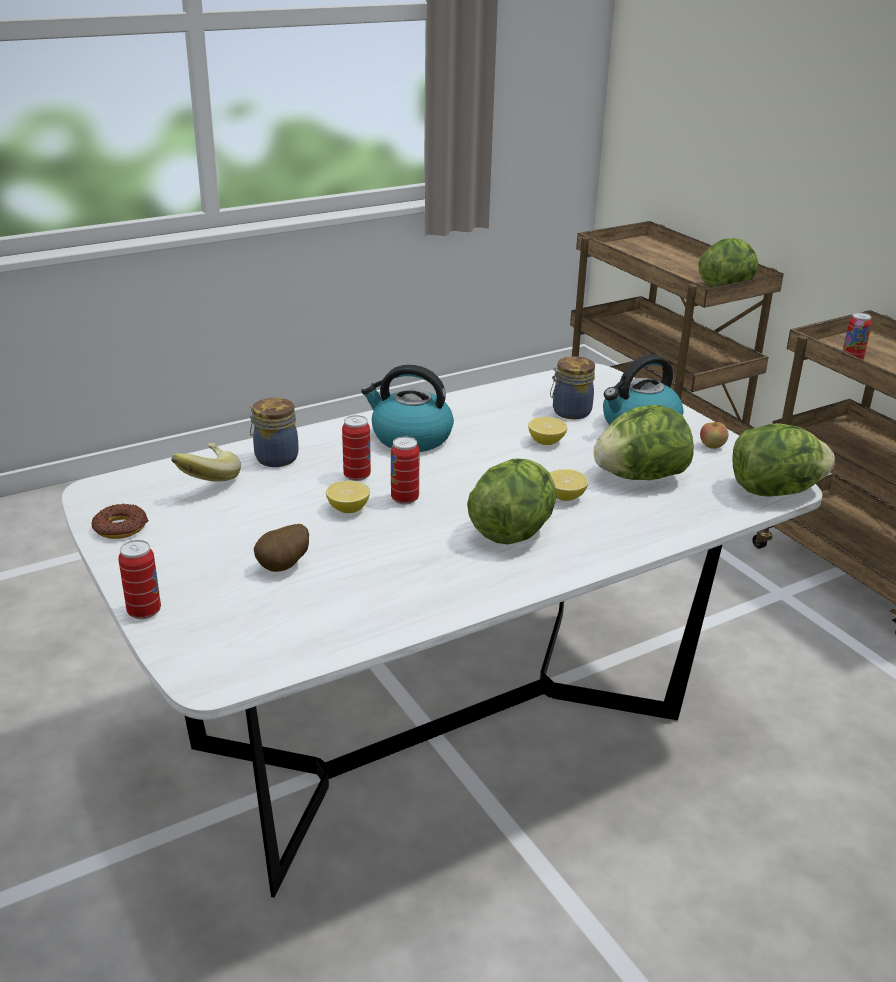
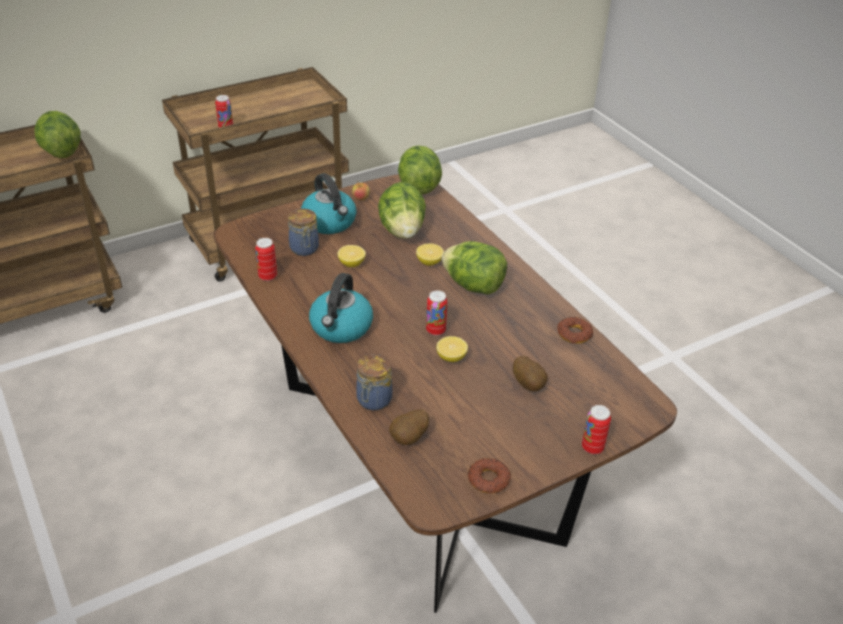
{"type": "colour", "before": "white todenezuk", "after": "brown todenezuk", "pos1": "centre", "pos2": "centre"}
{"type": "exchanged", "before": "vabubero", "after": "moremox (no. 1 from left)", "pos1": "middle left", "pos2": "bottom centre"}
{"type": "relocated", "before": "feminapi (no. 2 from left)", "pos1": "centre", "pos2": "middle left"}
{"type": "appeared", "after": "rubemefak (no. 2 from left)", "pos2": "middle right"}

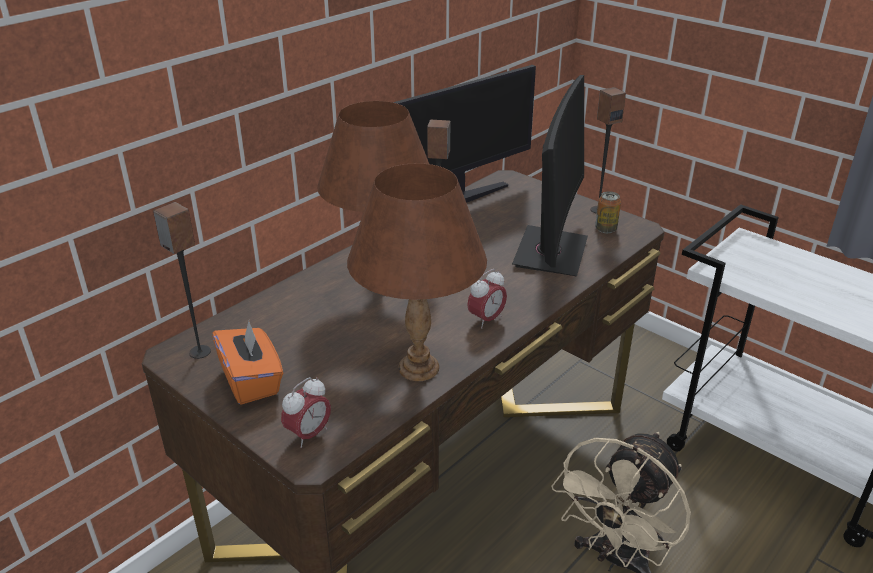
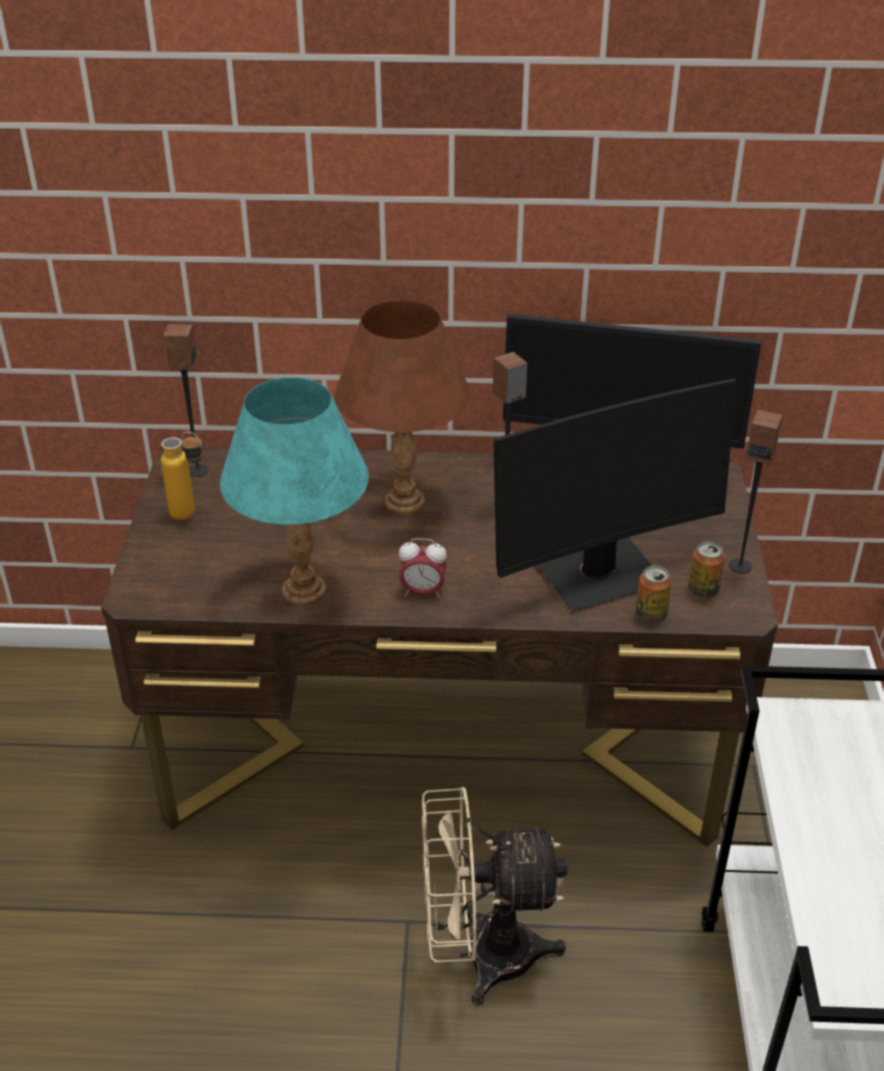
{"type": "exchanged", "before": "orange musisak", "after": "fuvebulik", "pos1": "middle left", "pos2": "middle left"}
{"type": "missing", "before": "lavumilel (no. 1 from left)", "pos1": "bottom centre"}
{"type": "colour", "before": "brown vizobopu (no. 2 from left)", "after": "turquoise vizobopu", "pos1": "centre", "pos2": "middle left"}
{"type": "appeared", "after": "feminapi (no. 1 from left)", "pos2": "middle right"}

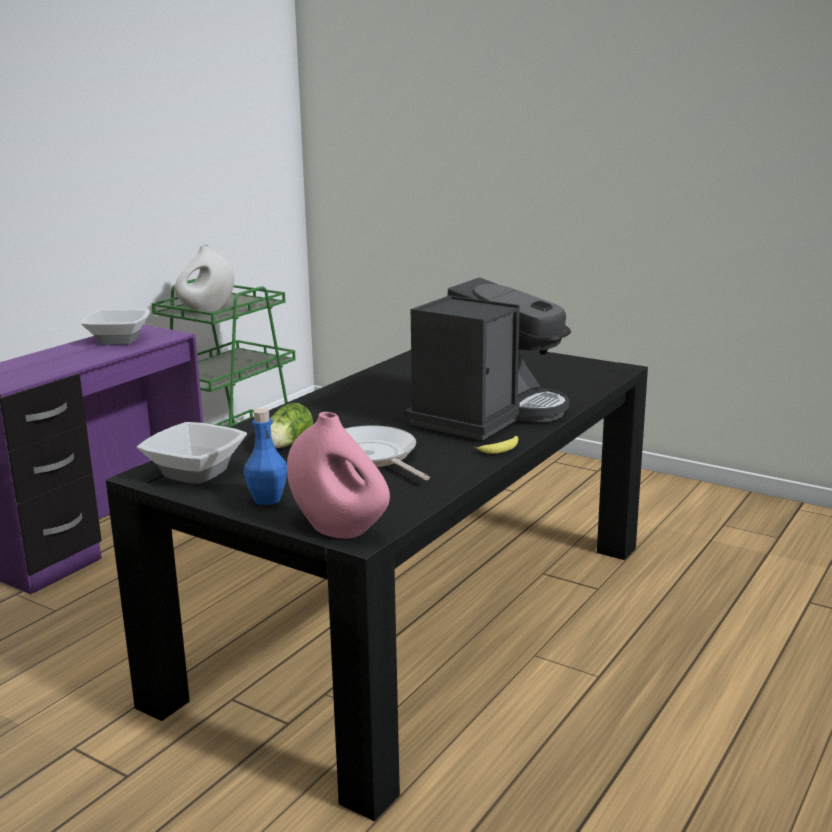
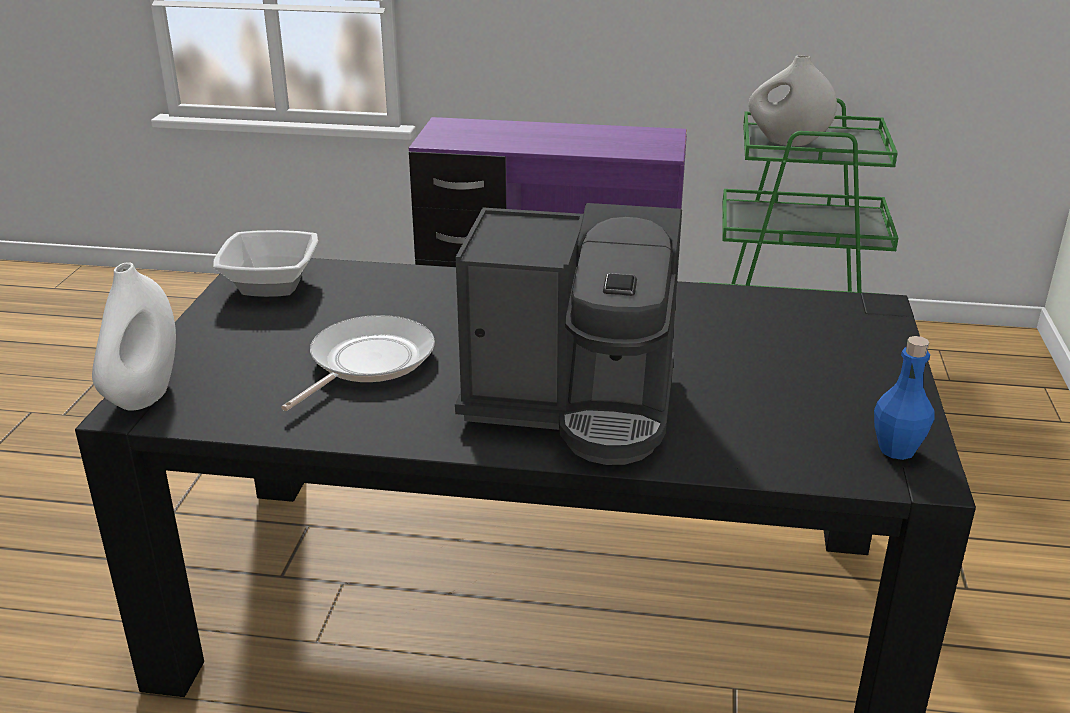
{"type": "missing", "before": "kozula (no. 1 from left)", "pos1": "middle left"}
{"type": "relocated", "before": "blue fuvebulik", "pos1": "middle left", "pos2": "middle right"}
{"type": "missing", "before": "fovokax", "pos1": "centre"}
{"type": "colour", "before": "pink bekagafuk", "after": "white bekagafuk (no. 1 from left)", "pos1": "centre", "pos2": "middle left"}
{"type": "missing", "before": "vabubero", "pos1": "centre"}

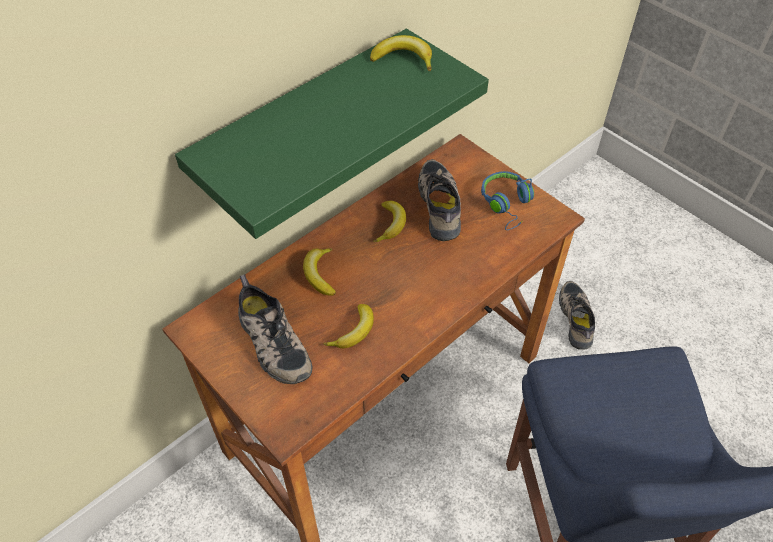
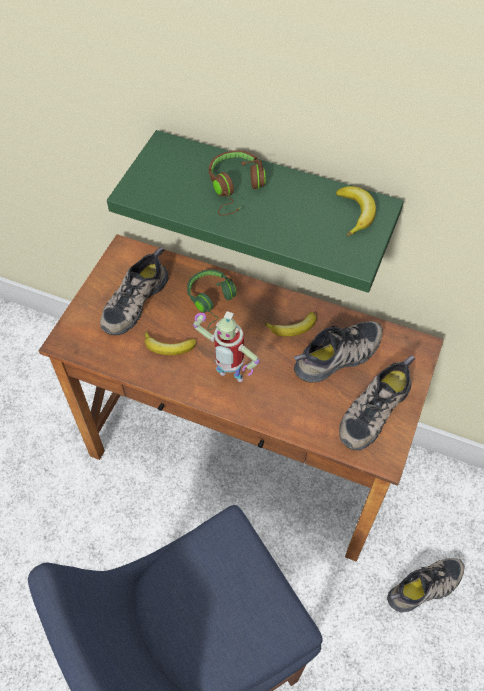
{"type": "exchanged", "before": "vabubero (no. 1 from left)", "after": "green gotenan", "pos1": "centre", "pos2": "centre"}
{"type": "exchanged", "before": "blue gotenan", "after": "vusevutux (no. 3 from left)", "pos1": "centre", "pos2": "middle right"}
{"type": "appeared", "after": "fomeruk", "pos2": "centre"}
{"type": "appeared", "after": "brown gotenan", "pos2": "top centre"}

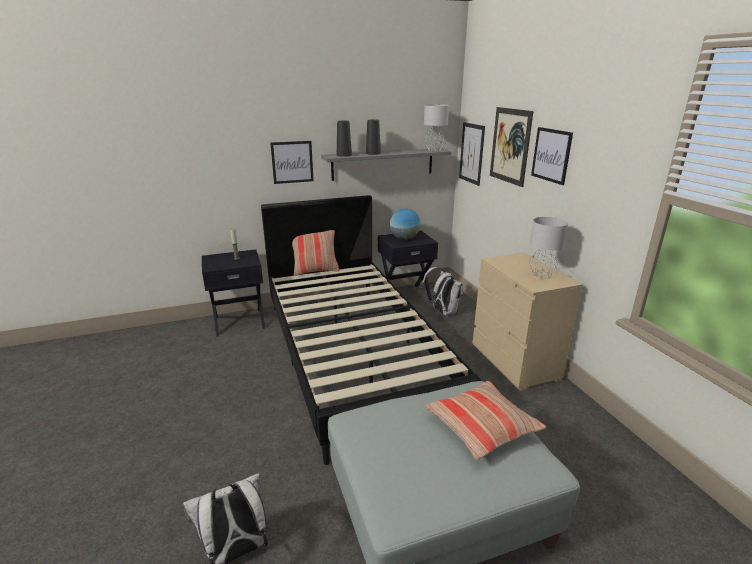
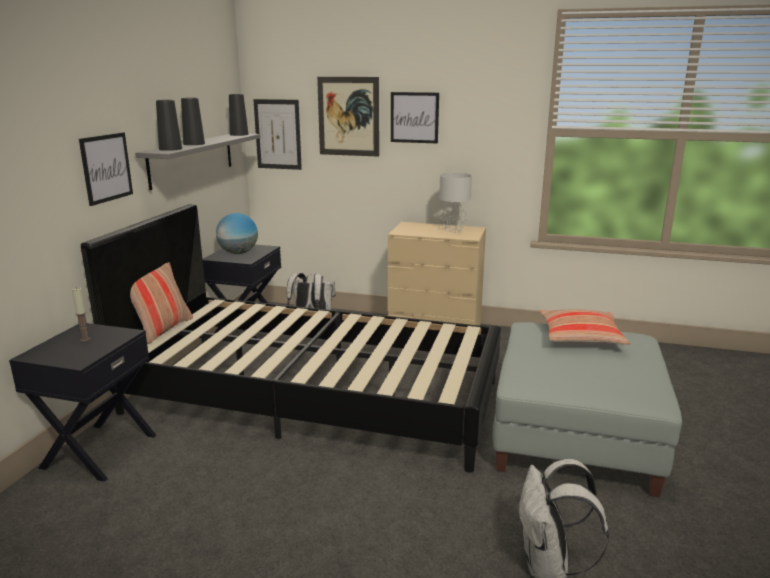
{"type": "exchanged", "before": "grey vizobopu (no. 1 from left)", "after": "black bekagafuk (no. 3 from left)", "pos1": "top centre", "pos2": "top left"}

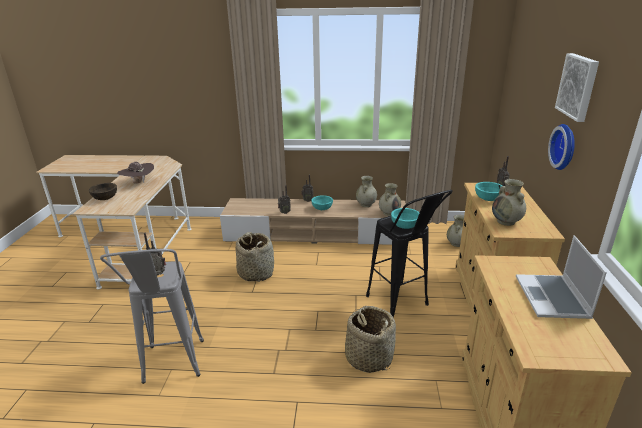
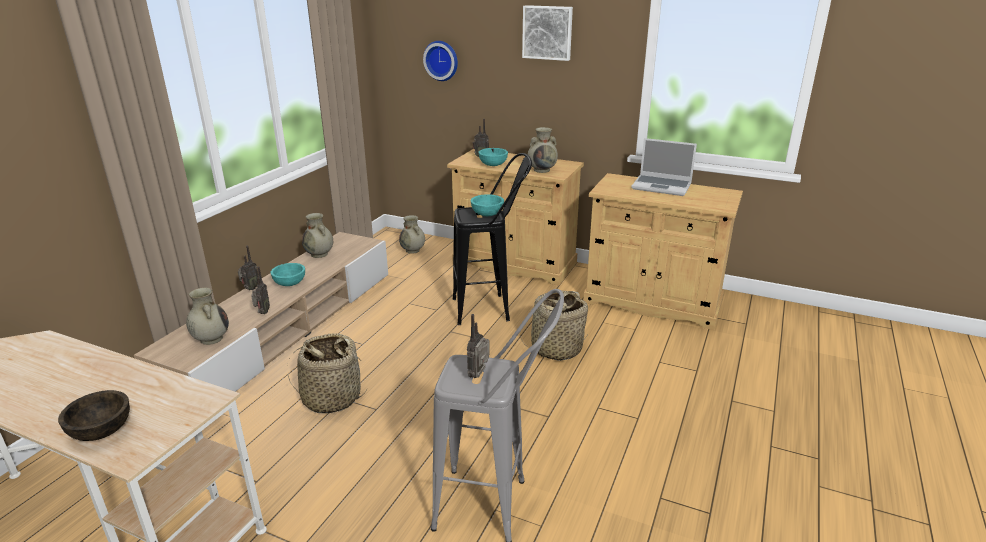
{"type": "missing", "before": "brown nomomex", "pos1": "middle left"}
{"type": "relocated", "before": "beige bekagafuk (no. 2 from left in the first image)", "after": "beige bekagafuk (no. 1 from left)", "pos1": "centre", "pos2": "middle left"}
{"type": "relocated", "before": "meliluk", "pos1": "middle right", "pos2": "top centre"}

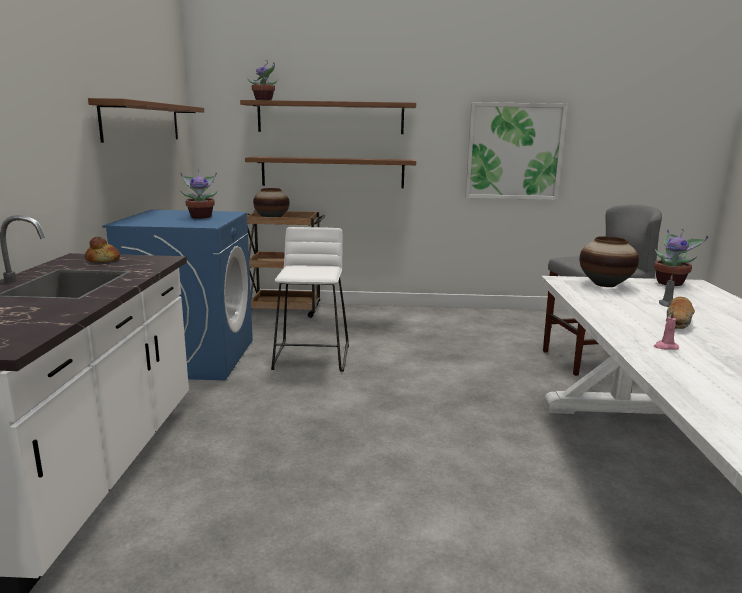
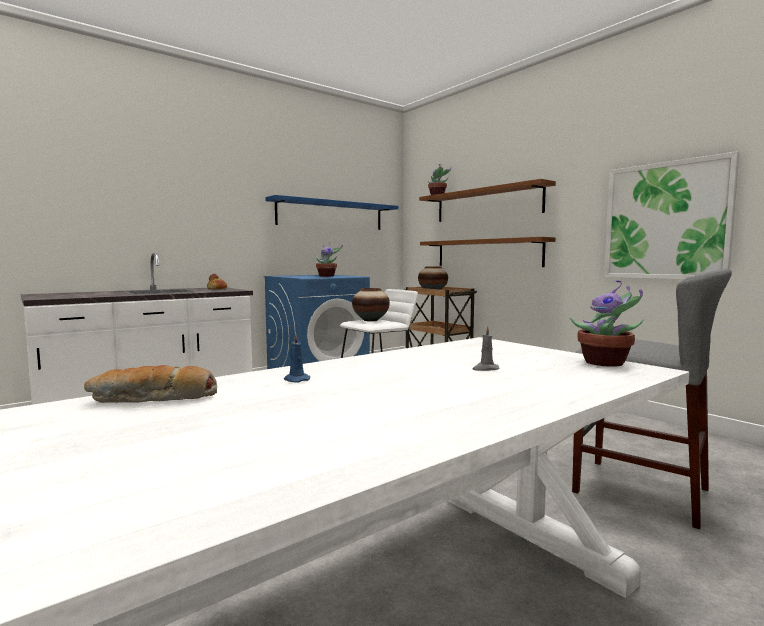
{"type": "colour", "before": "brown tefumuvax (no. 1 from left)", "after": "blue tefumuvax", "pos1": "top left", "pos2": "centre"}
{"type": "relocated", "before": "bekagafuk (no. 2 from left in the first image)", "after": "bekagafuk (no. 1 from left)", "pos1": "middle right", "pos2": "centre"}
{"type": "colour", "before": "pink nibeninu", "after": "blue nibeninu", "pos1": "middle right", "pos2": "centre"}
{"type": "relocated", "before": "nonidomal (no. 2 from left in the first image)", "after": "nonidomal (no. 1 from left)", "pos1": "middle right", "pos2": "middle left"}

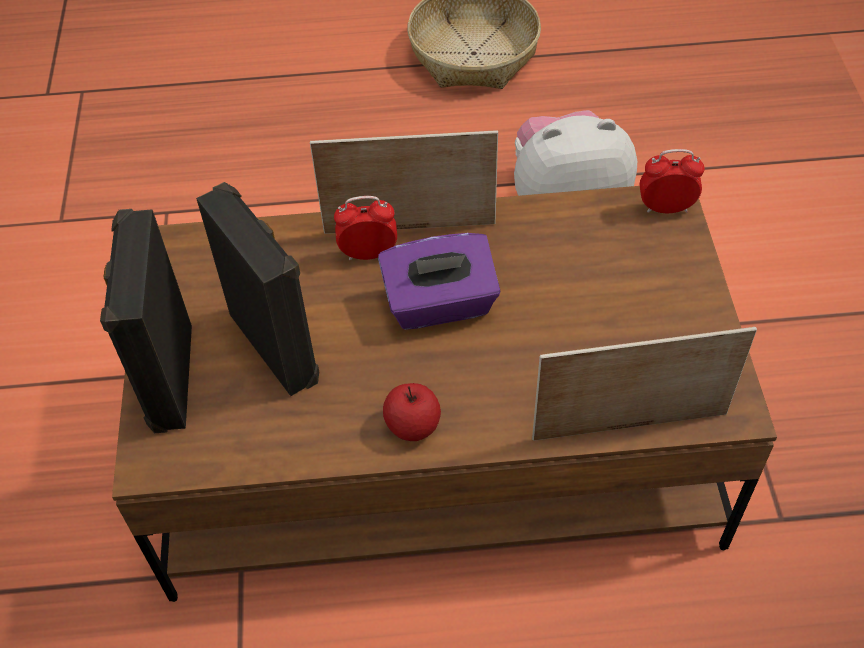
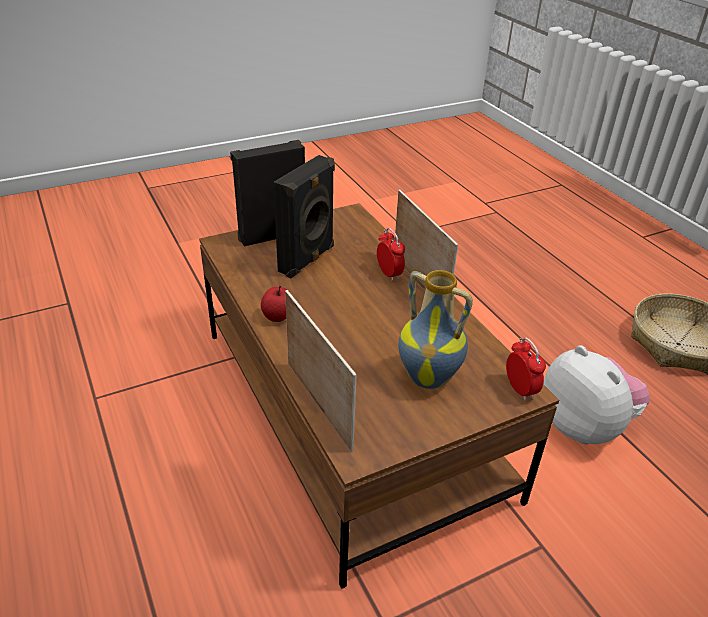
{"type": "missing", "before": "purple musisak", "pos1": "centre"}
{"type": "appeared", "after": "bekagafuk", "pos2": "centre"}

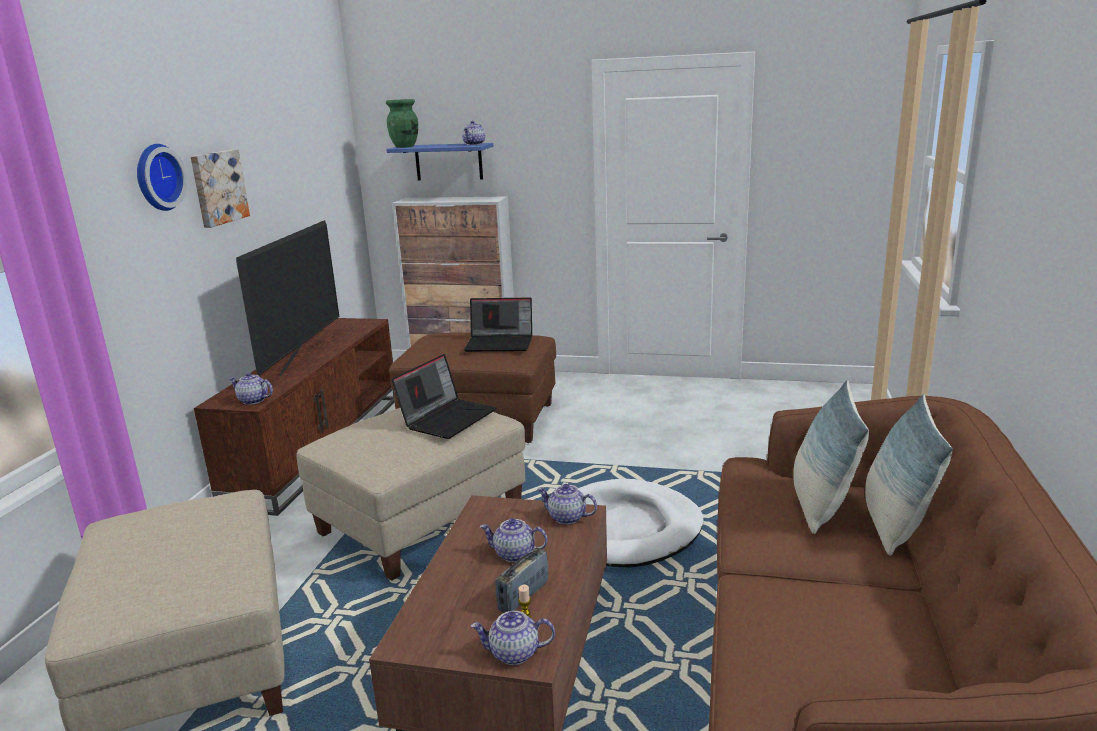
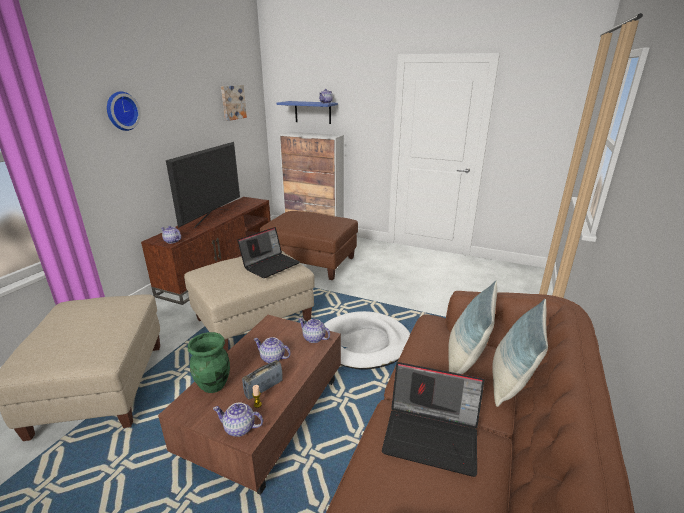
{"type": "relocated", "before": "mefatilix", "pos1": "top left", "pos2": "top centre"}
{"type": "relocated", "before": "green bekagafuk", "pos1": "top centre", "pos2": "bottom left"}
{"type": "relocated", "before": "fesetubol (no. 2 from left)", "pos1": "centre", "pos2": "bottom centre"}

